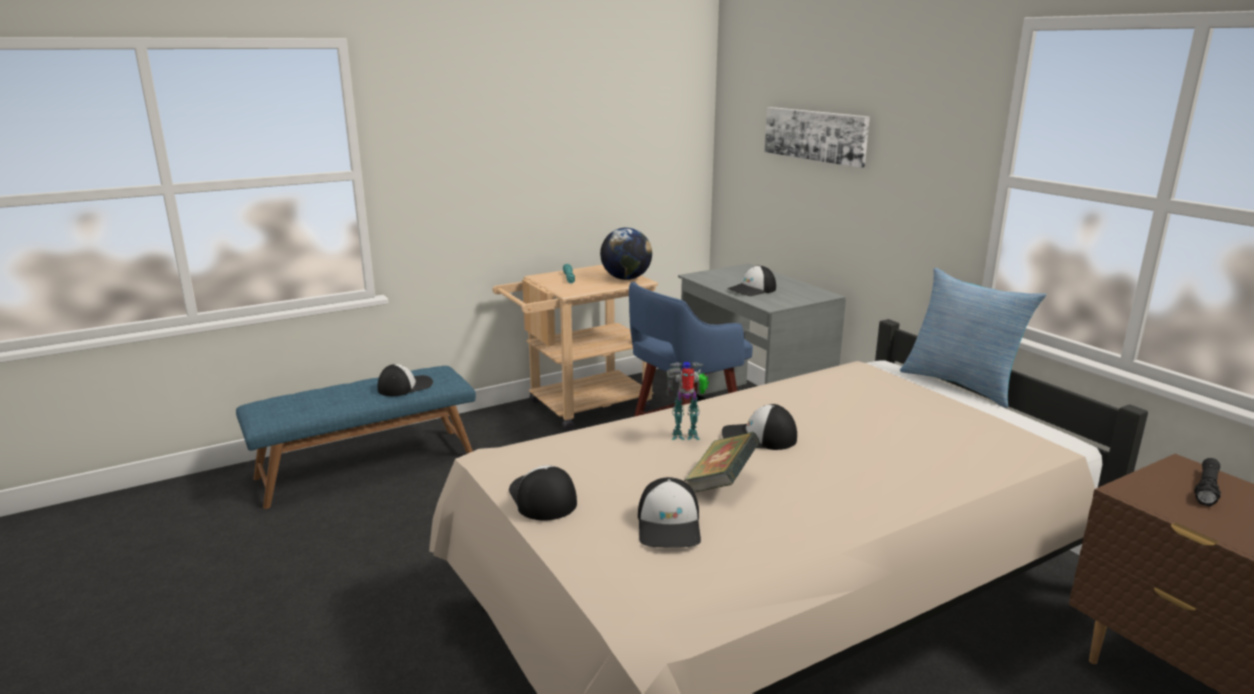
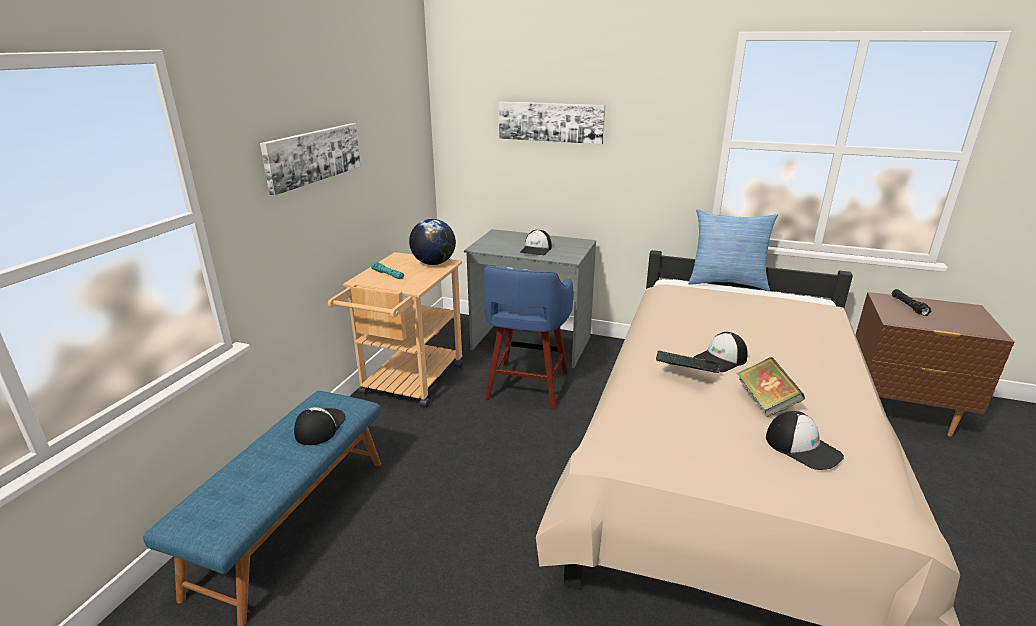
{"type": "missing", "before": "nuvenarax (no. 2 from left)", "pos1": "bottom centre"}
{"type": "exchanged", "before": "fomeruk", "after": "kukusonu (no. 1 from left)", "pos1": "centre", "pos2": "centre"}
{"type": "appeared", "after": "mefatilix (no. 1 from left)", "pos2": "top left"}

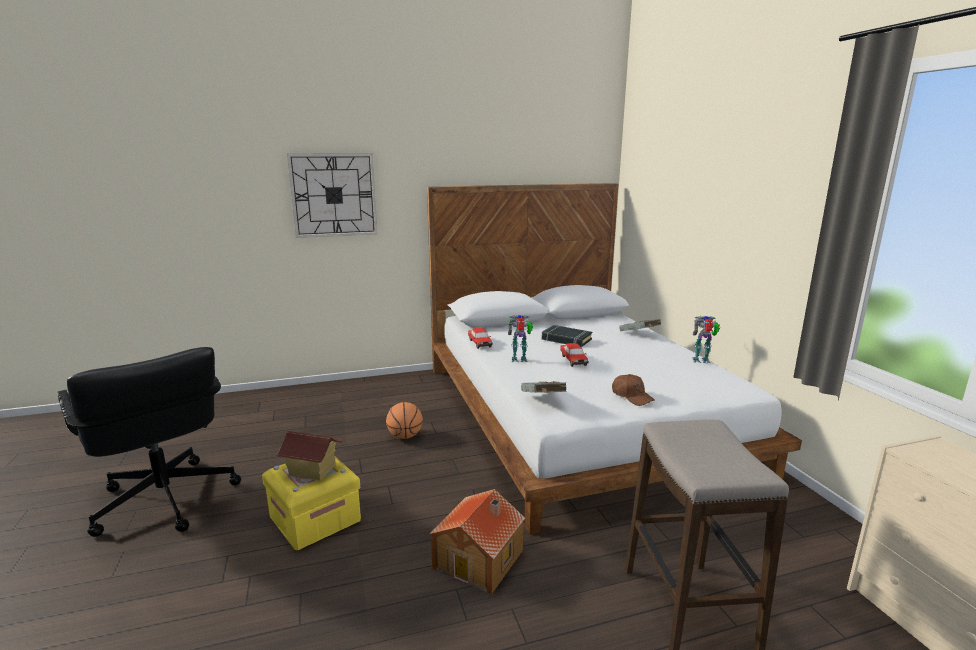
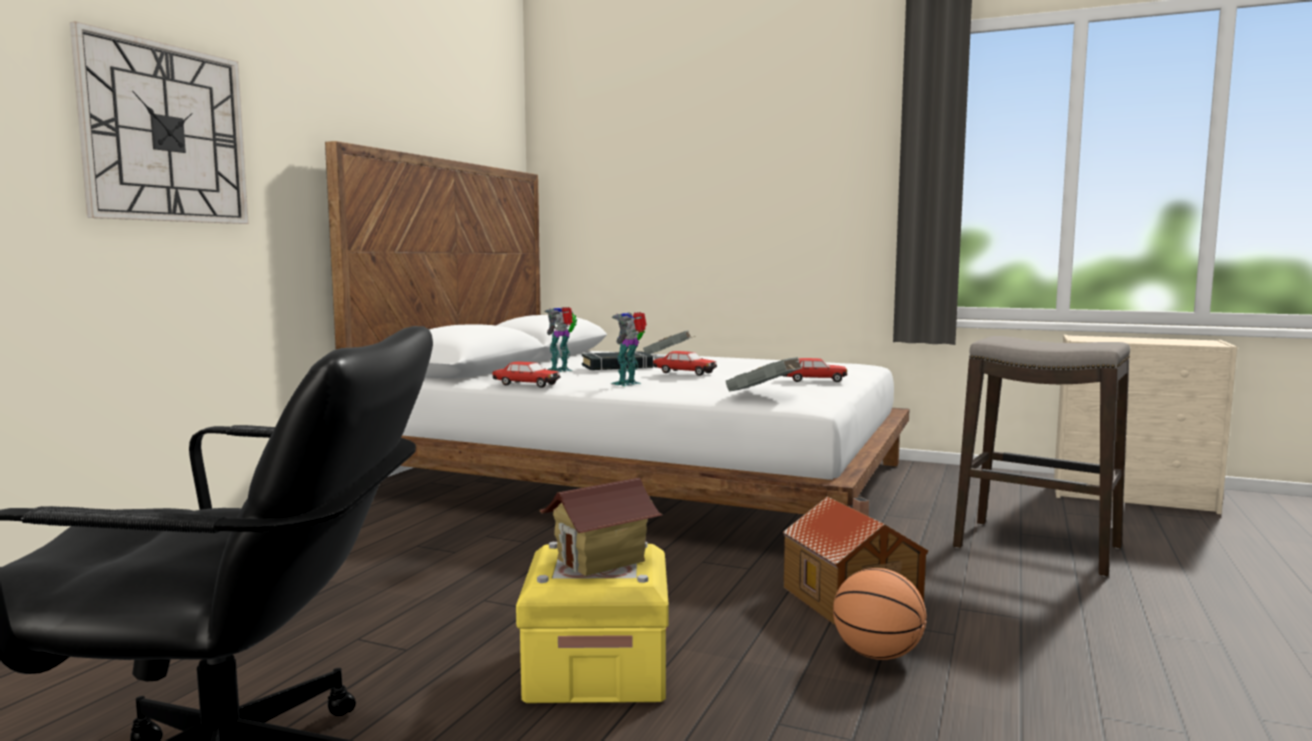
{"type": "relocated", "before": "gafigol", "pos1": "centre", "pos2": "bottom right"}
{"type": "exchanged", "before": "brown nuvenarax", "after": "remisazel (no. 3 from left)", "pos1": "centre", "pos2": "centre"}
{"type": "relocated", "before": "fomeruk (no. 2 from left in the first image)", "after": "fomeruk (no. 1 from left)", "pos1": "middle right", "pos2": "centre"}

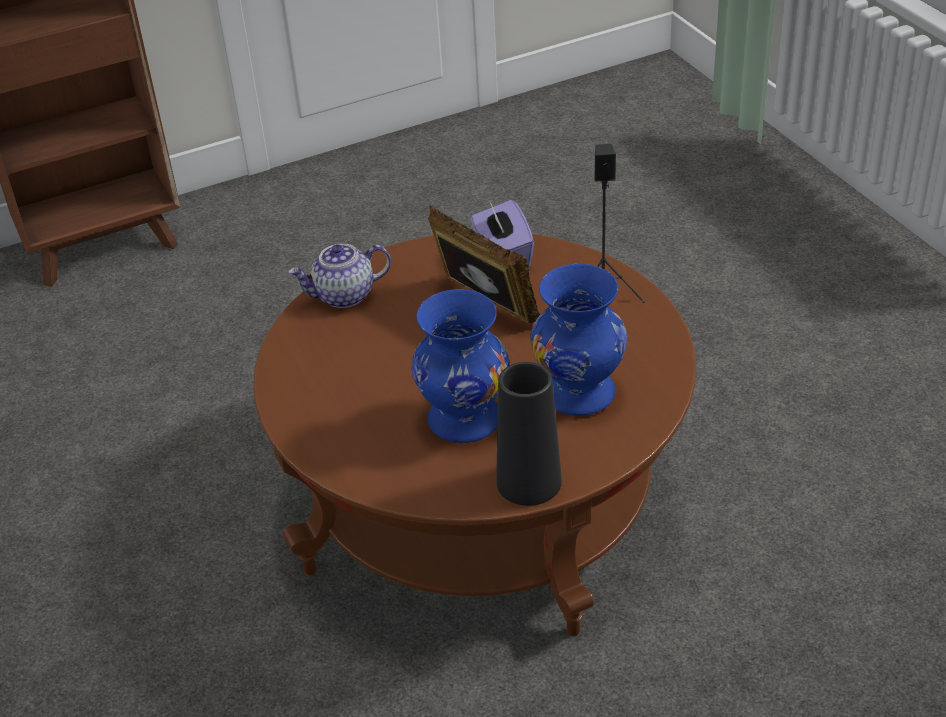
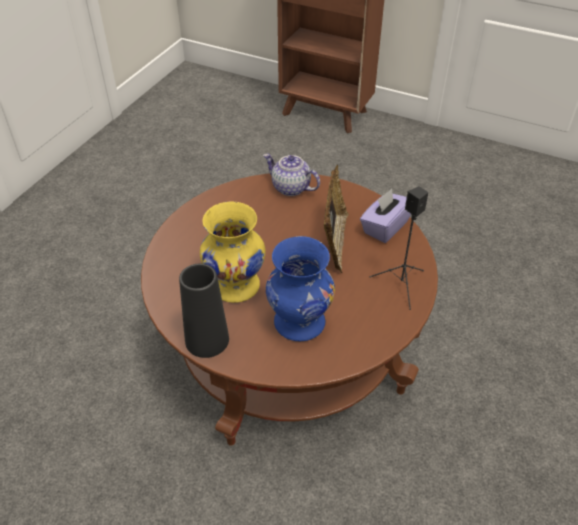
{"type": "colour", "before": "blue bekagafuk (no. 1 from left)", "after": "yellow bekagafuk", "pos1": "centre", "pos2": "centre"}

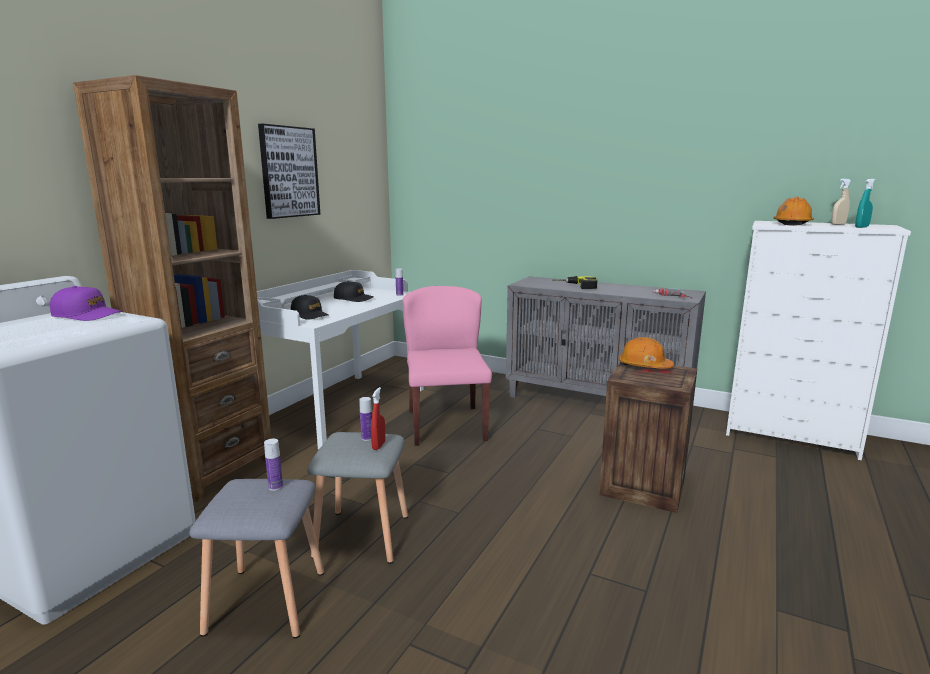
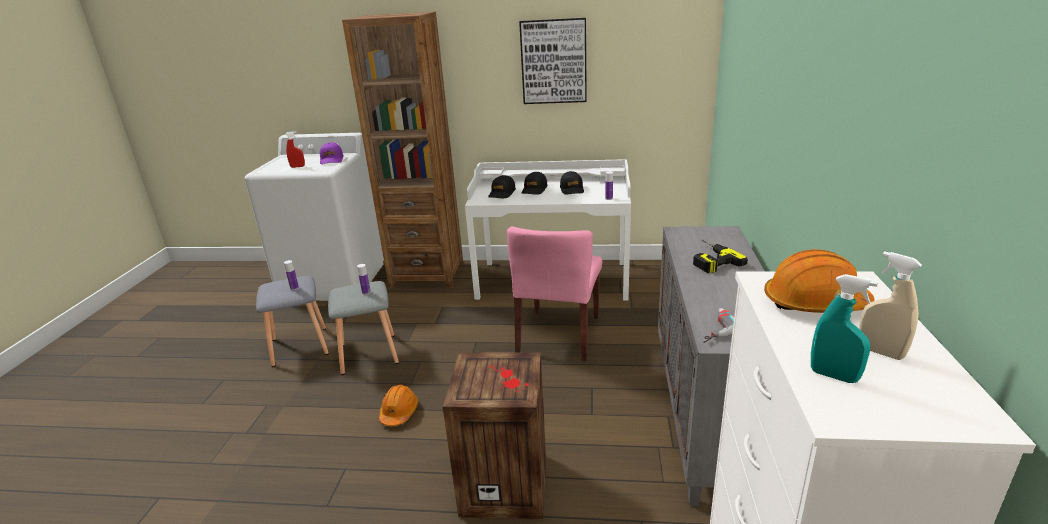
{"type": "relocated", "before": "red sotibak", "pos1": "centre", "pos2": "top left"}
{"type": "spun", "before": "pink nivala", "pos1": "centre", "pos2": "centre", "turn": 135}
{"type": "relocated", "before": "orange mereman (no. 1 from left)", "pos1": "middle right", "pos2": "bottom centre"}
{"type": "appeared", "after": "black nuvenarax (no. 2 from left)", "pos2": "centre"}

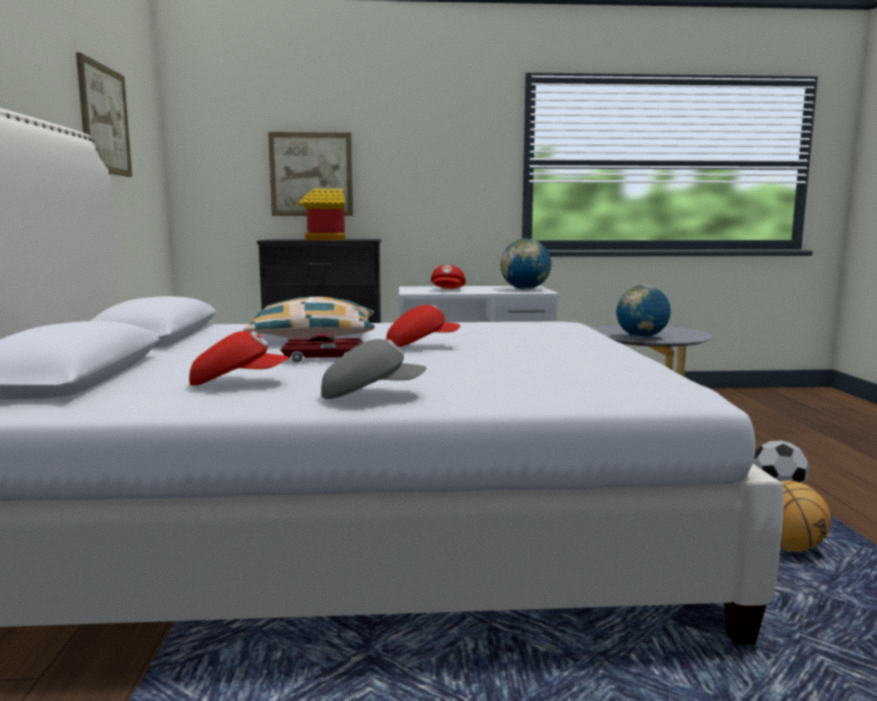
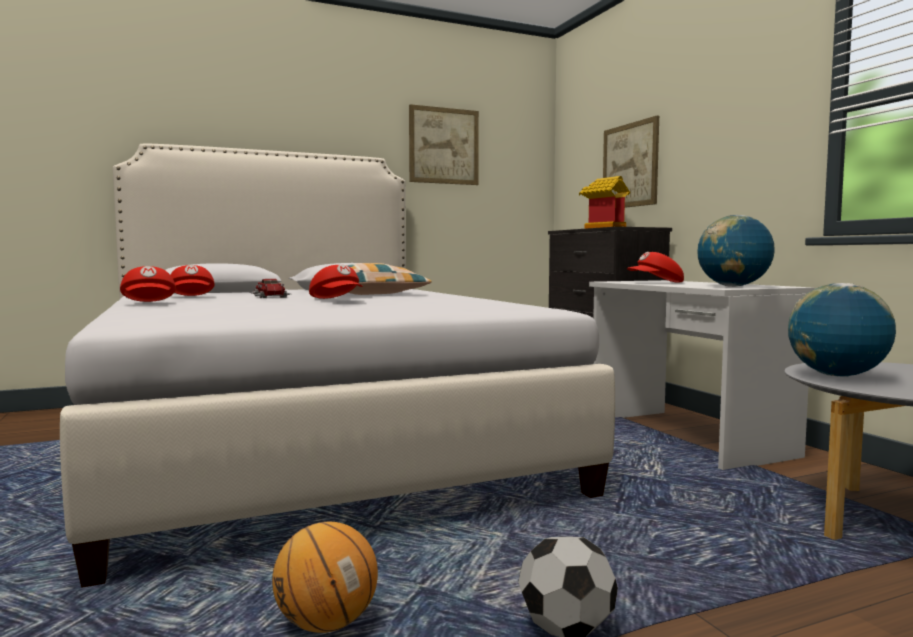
{"type": "colour", "before": "grey nuvenarax", "after": "red nuvenarax (no. 1 from left)", "pos1": "centre", "pos2": "middle left"}

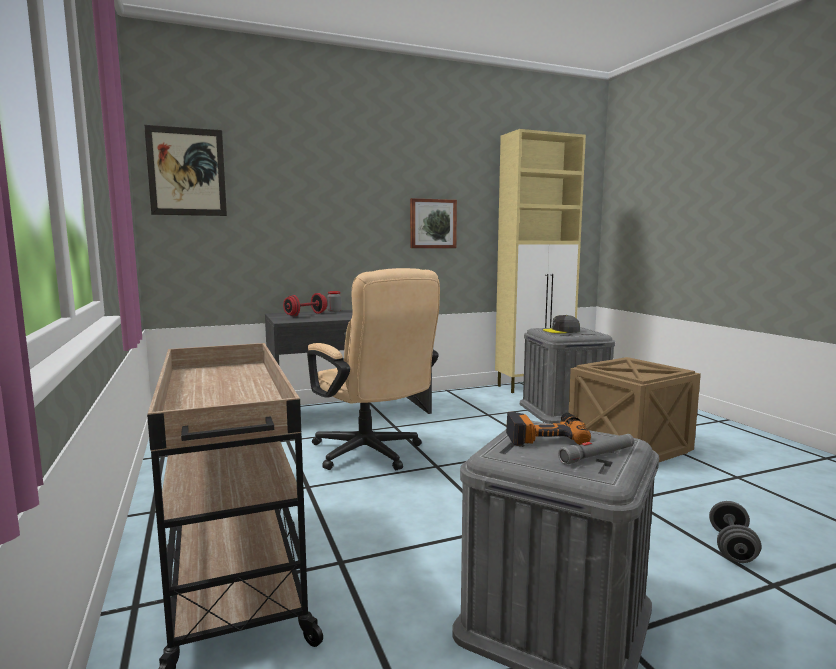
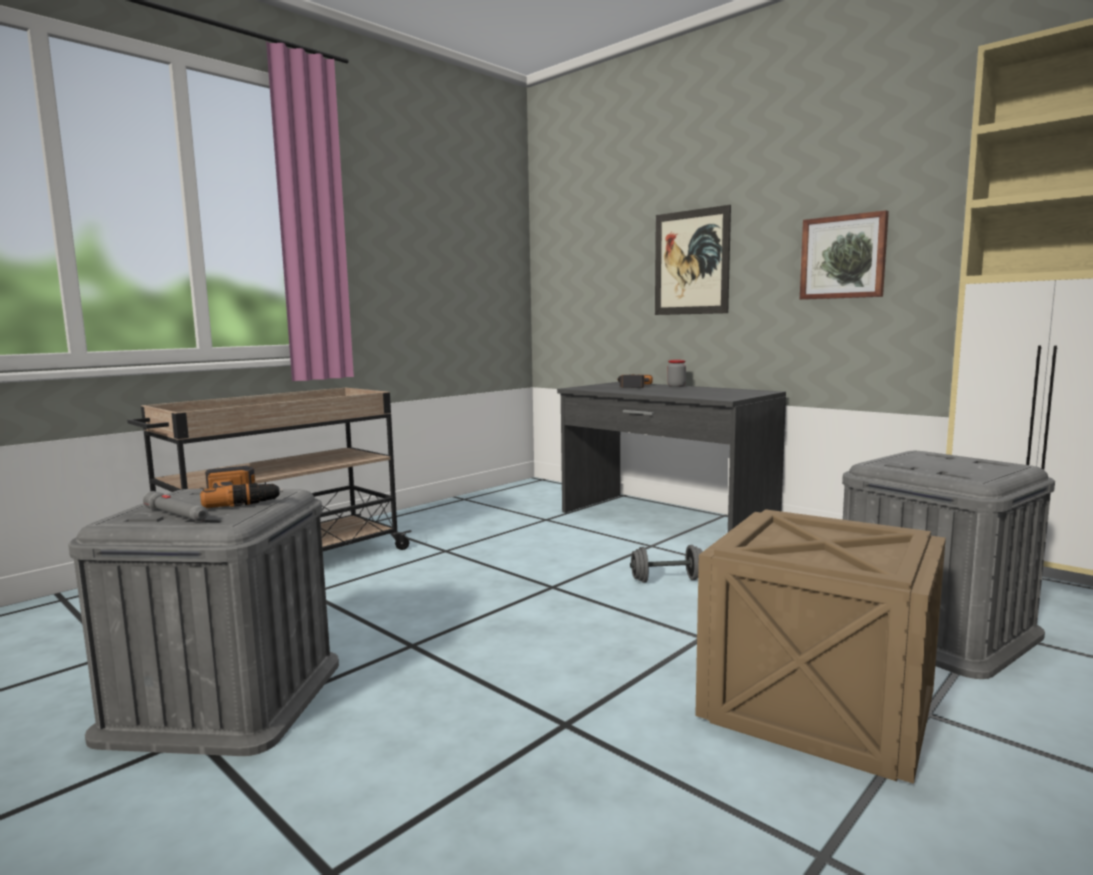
{"type": "relocated", "before": "mefatilix (no. 1 from left)", "pos1": "top left", "pos2": "top centre"}
{"type": "exchanged", "before": "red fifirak", "after": "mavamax (no. 2 from left)", "pos1": "centre", "pos2": "centre"}
{"type": "missing", "before": "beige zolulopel", "pos1": "centre"}
{"type": "missing", "before": "grey nuvenarax", "pos1": "middle right"}
{"type": "relocated", "before": "grey fifirak", "pos1": "bottom right", "pos2": "centre"}

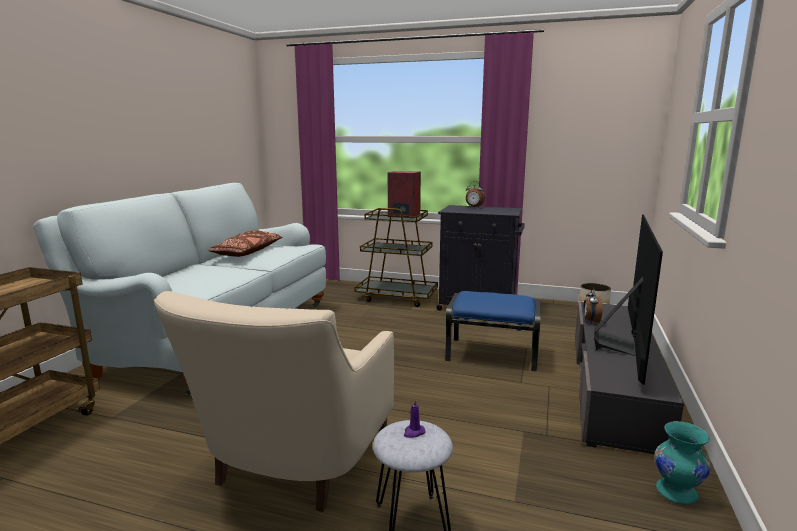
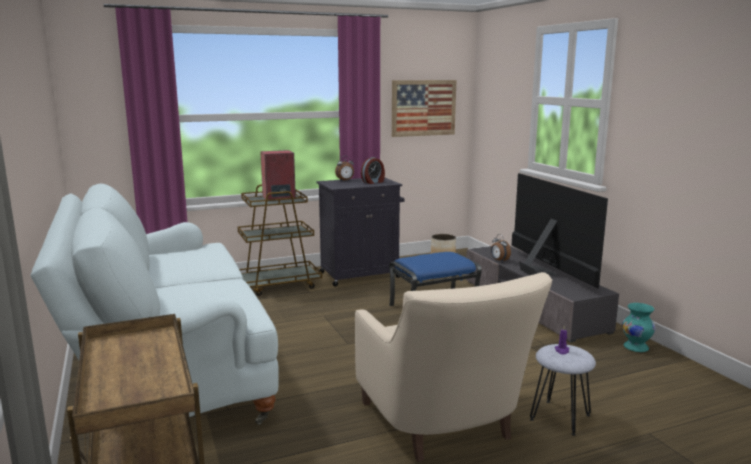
{"type": "missing", "before": "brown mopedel", "pos1": "middle left"}
{"type": "appeared", "after": "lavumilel (no. 2 from left)", "pos2": "centre"}
{"type": "appeared", "after": "mefatilix", "pos2": "top centre"}

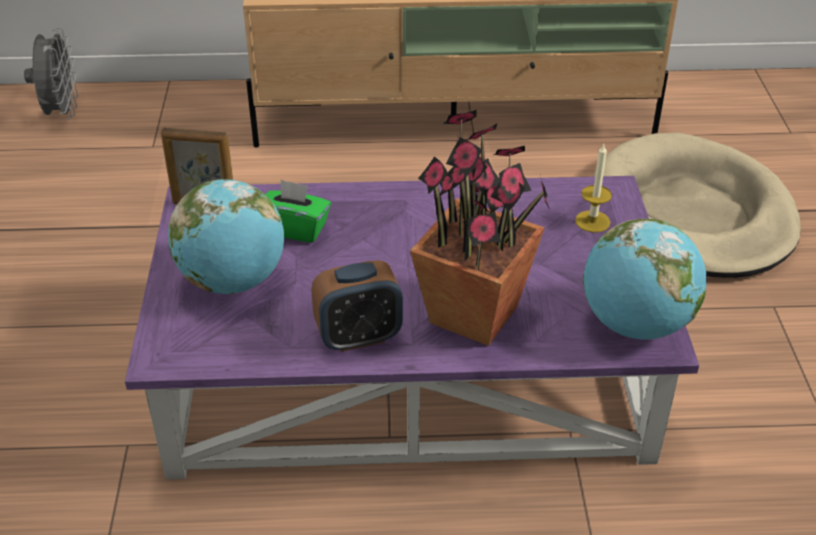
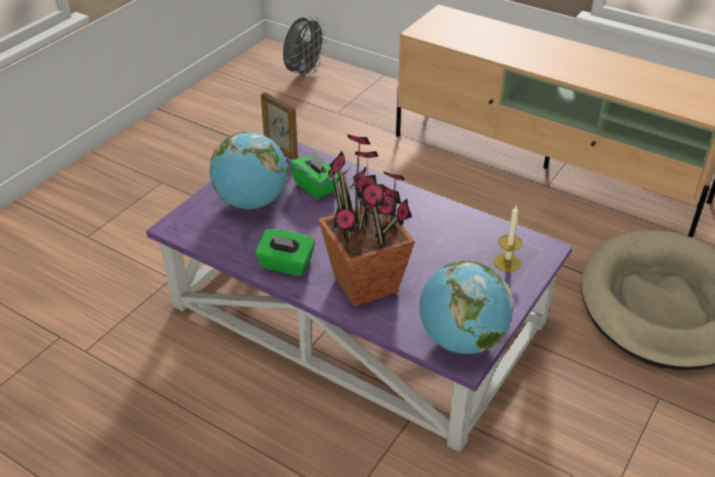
{"type": "exchanged", "before": "lavumilel", "after": "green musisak (no. 1 from left)", "pos1": "centre", "pos2": "centre"}

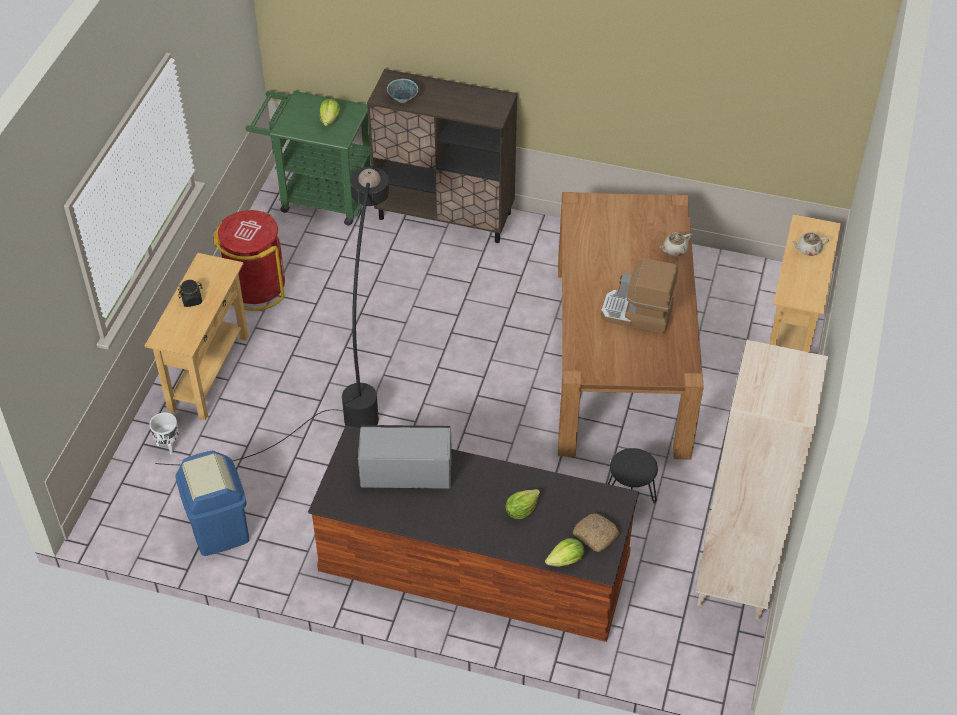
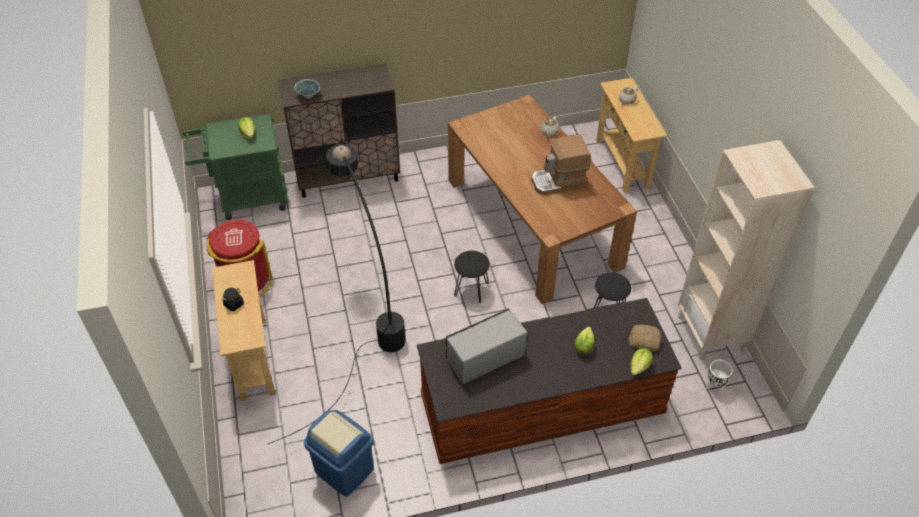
{"type": "relocated", "before": "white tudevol", "pos1": "middle left", "pos2": "bottom right"}
{"type": "appeared", "after": "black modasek (no. 1 from left)", "pos2": "centre"}

